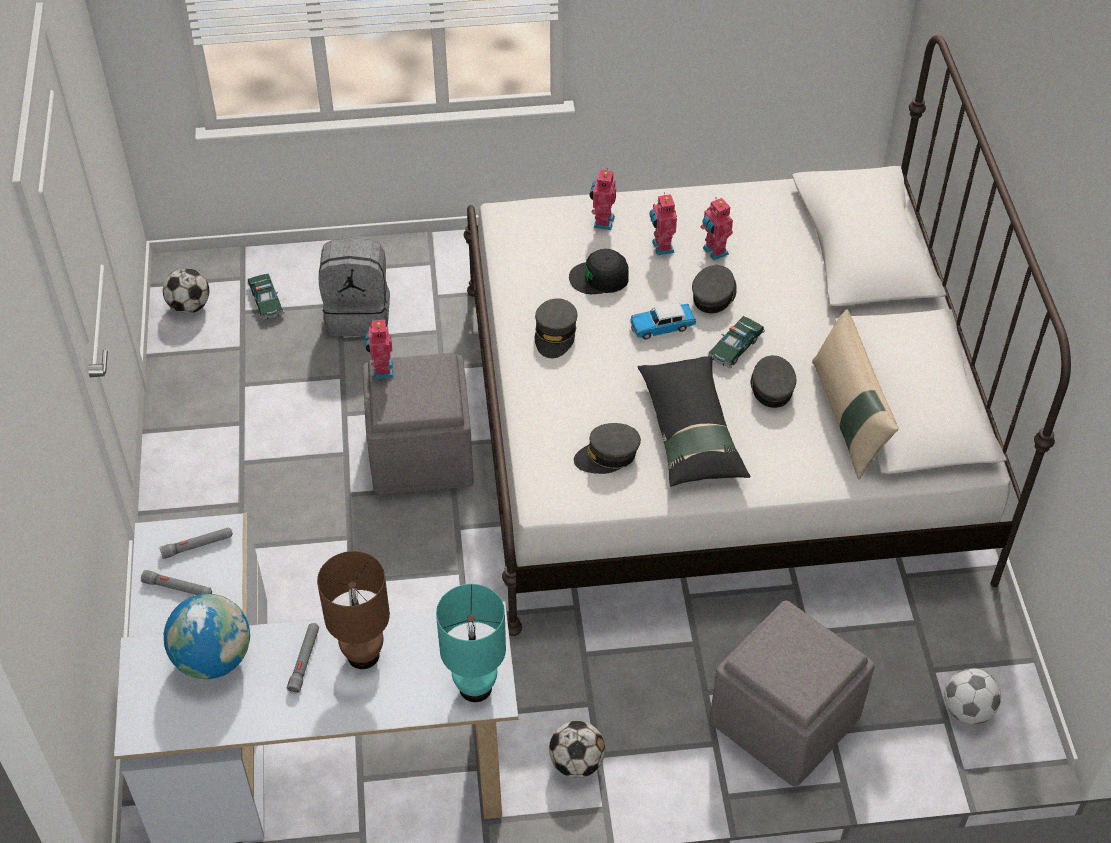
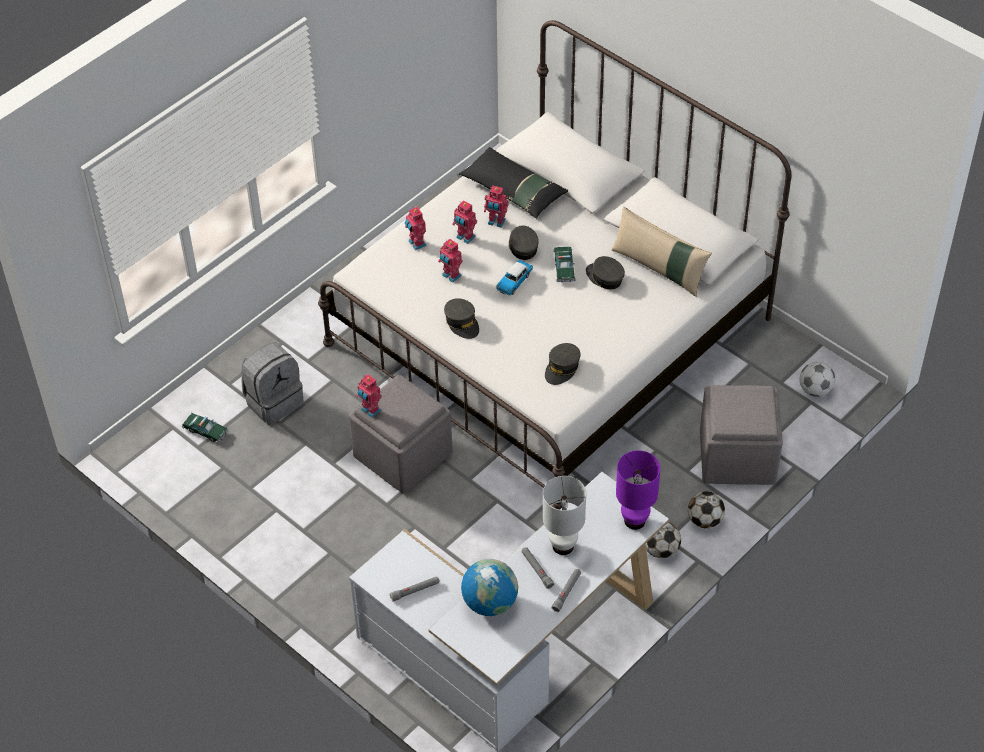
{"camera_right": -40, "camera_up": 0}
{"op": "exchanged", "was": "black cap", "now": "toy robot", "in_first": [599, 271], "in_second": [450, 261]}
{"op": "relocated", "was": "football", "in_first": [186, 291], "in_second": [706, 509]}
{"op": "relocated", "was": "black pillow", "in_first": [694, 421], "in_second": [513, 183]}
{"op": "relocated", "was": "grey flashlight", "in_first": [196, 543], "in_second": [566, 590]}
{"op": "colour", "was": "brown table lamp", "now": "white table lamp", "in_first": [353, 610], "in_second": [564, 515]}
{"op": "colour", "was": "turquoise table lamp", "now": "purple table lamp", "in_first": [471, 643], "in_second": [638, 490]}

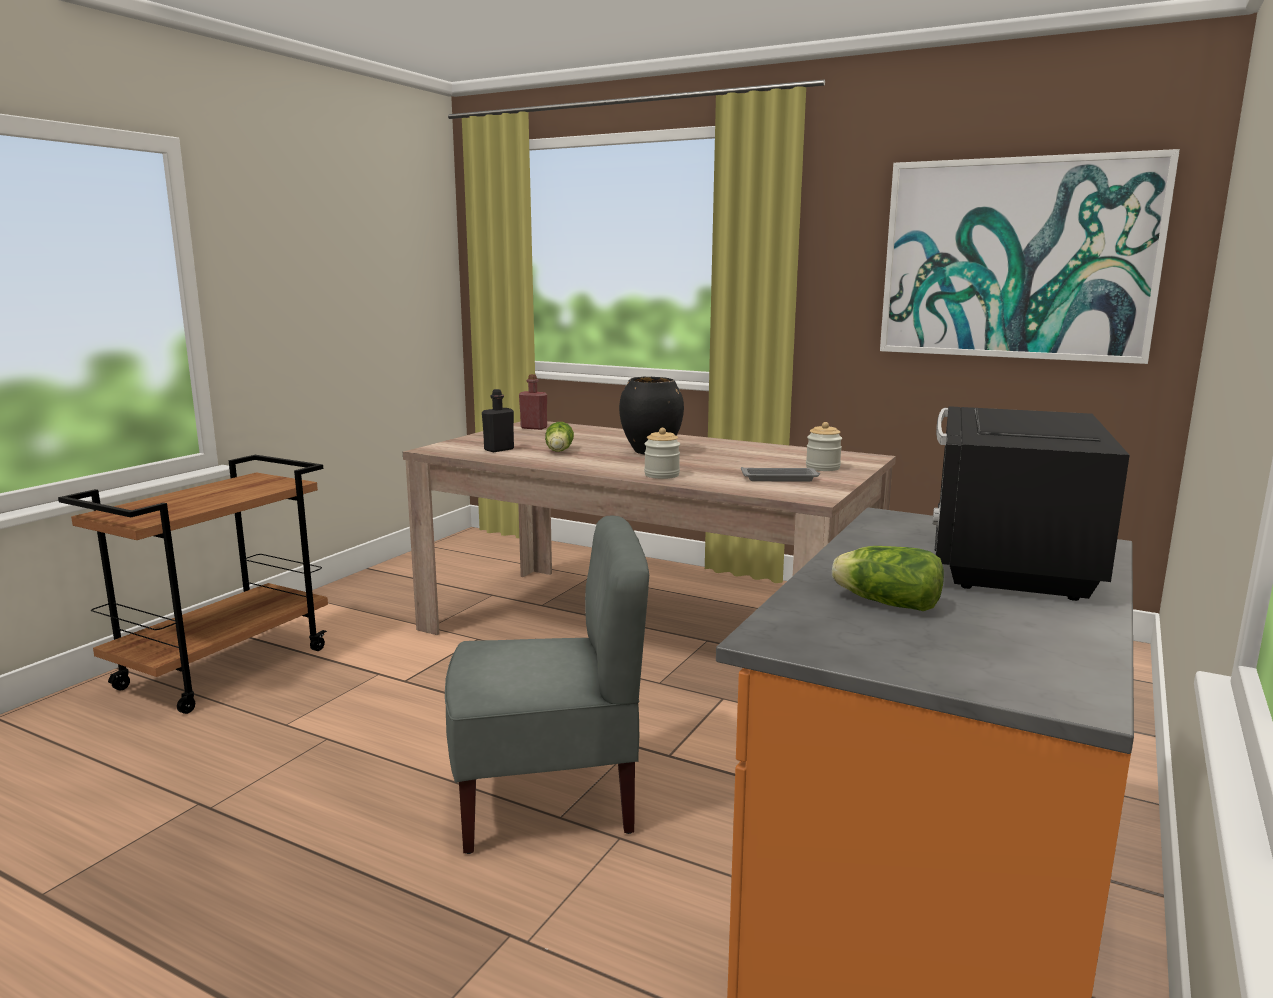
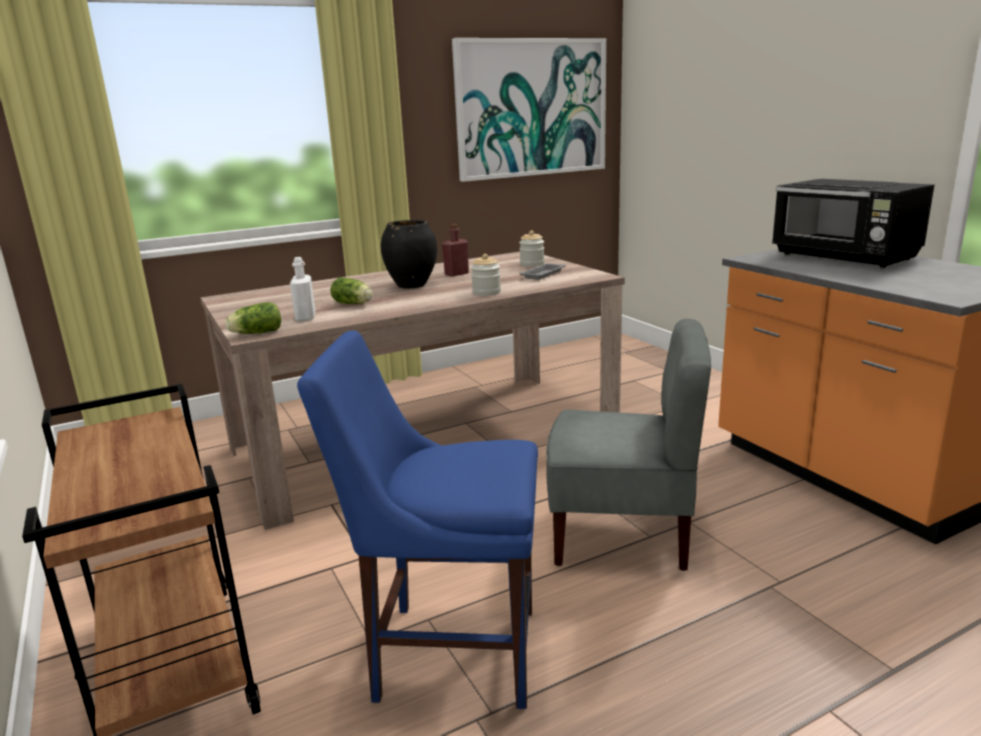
{"camera_right": -55, "camera_up": 5}
{"op": "relocated", "was": "red bottle", "in_first": [533, 402], "in_second": [455, 250]}
{"op": "colour", "was": "black bottle", "now": "white bottle", "in_first": [498, 420], "in_second": [303, 289]}
{"op": "spun", "was": "grey chair", "in_first": [547, 685], "in_second": [628, 445], "clockwise": 75}
{"op": "relocated", "was": "lettuce", "in_first": [888, 578], "in_second": [253, 318]}
{"op": "appeared", "now": "blue chair", "in_second": [417, 520]}

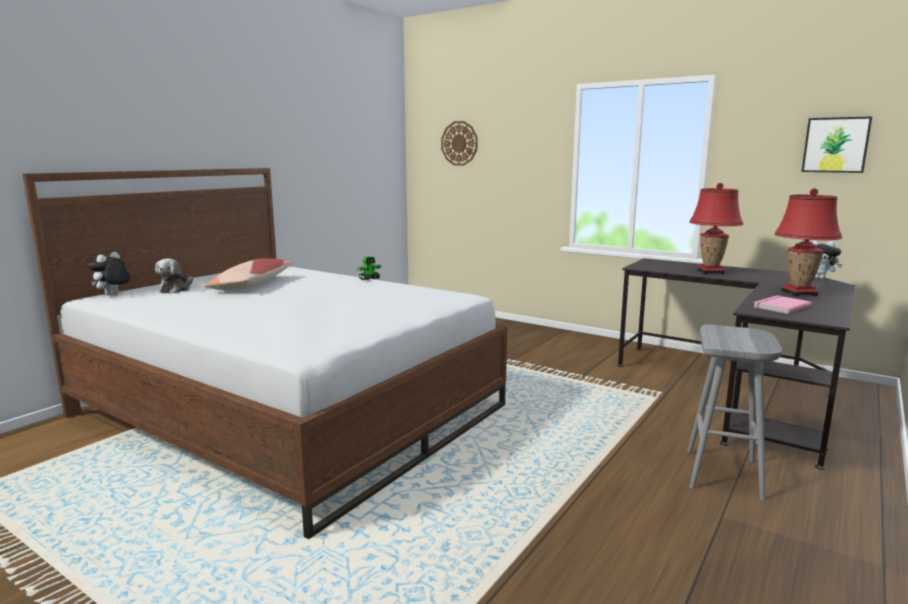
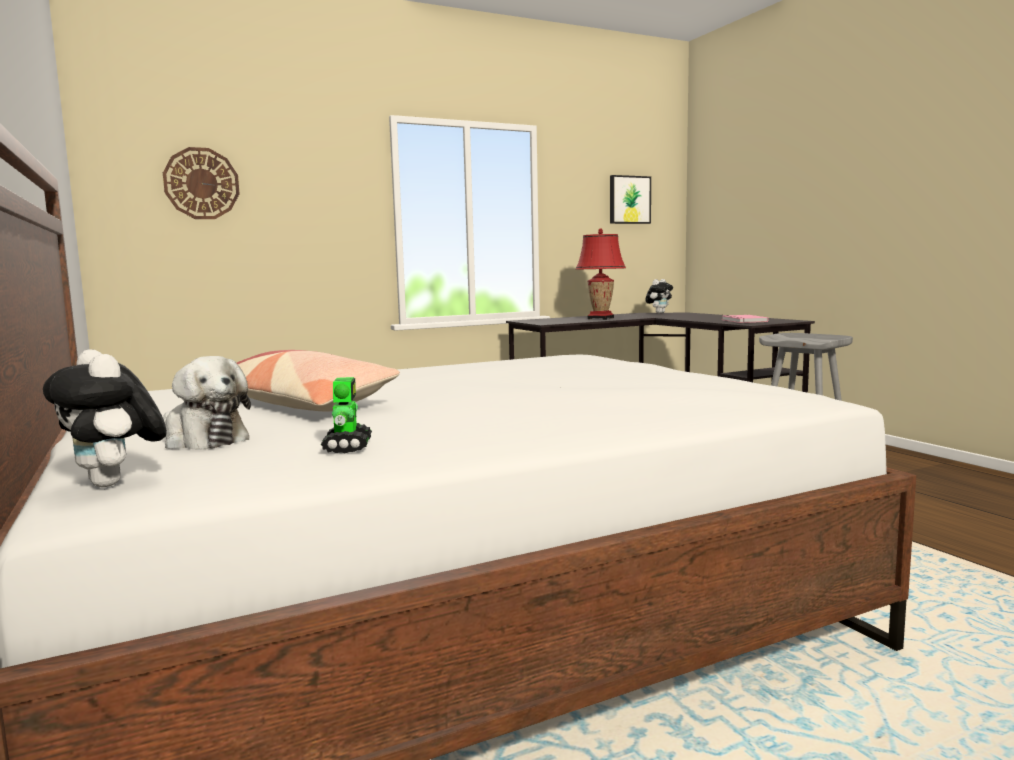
{"camera_right": -60, "camera_up": -5}
{"op": "missing", "was": "red table lamp", "in_first": [808, 242]}
{"op": "relocated", "was": "toy robot", "in_first": [369, 268], "in_second": [346, 415]}

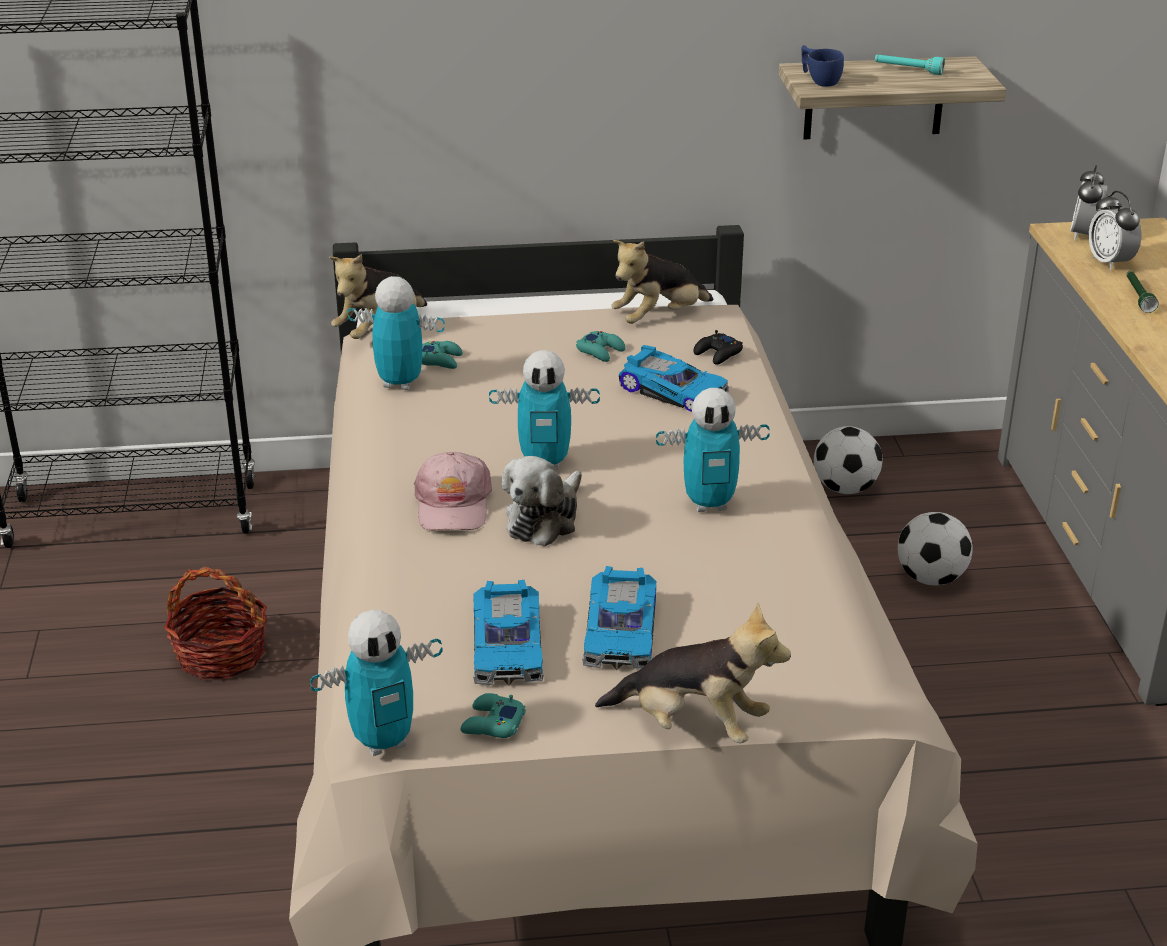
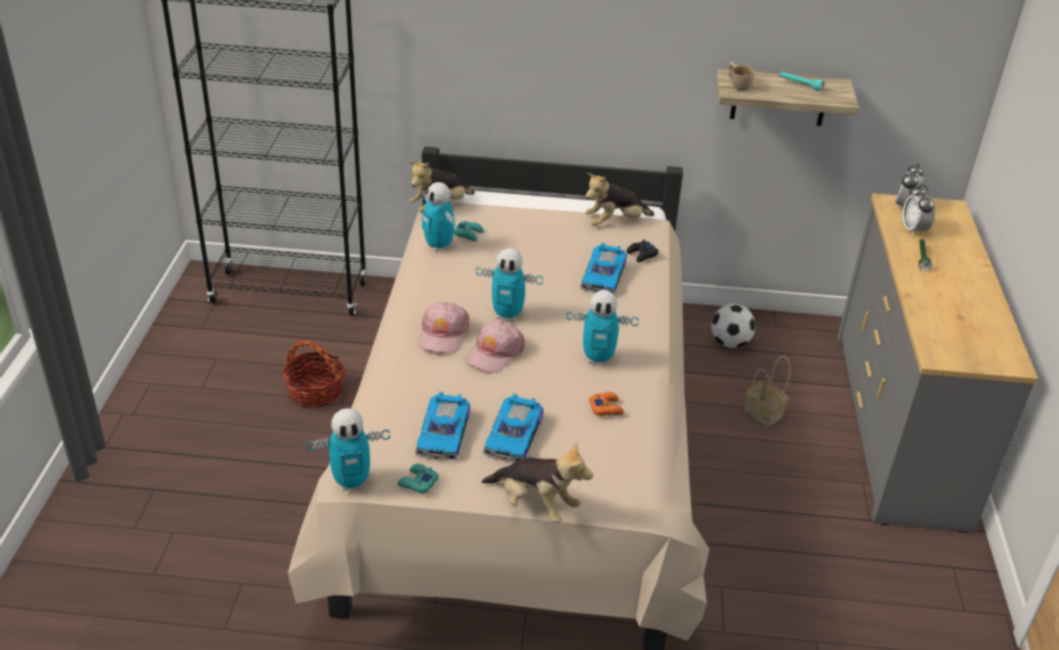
{"camera_right": 10, "camera_up": 5}
{"op": "colour", "was": "blue cup", "now": "beige cup", "in_first": [823, 66], "in_second": [741, 76]}
{"op": "spun", "was": "toy robot", "in_first": [396, 333], "in_second": [439, 217], "clockwise": -150}
{"op": "missing", "was": "turquoise game controller", "in_first": [601, 346]}
{"op": "spun", "was": "toy car", "in_first": [674, 378], "in_second": [603, 268], "clockwise": 60}
{"op": "exchanged", "was": "plush toy", "now": "pink cap", "in_first": [542, 501], "in_second": [495, 346]}
{"op": "exchanged", "was": "football", "now": "basket", "in_first": [935, 548], "in_second": [767, 391]}
{"op": "appeared", "now": "orange game controller", "in_second": [606, 404]}

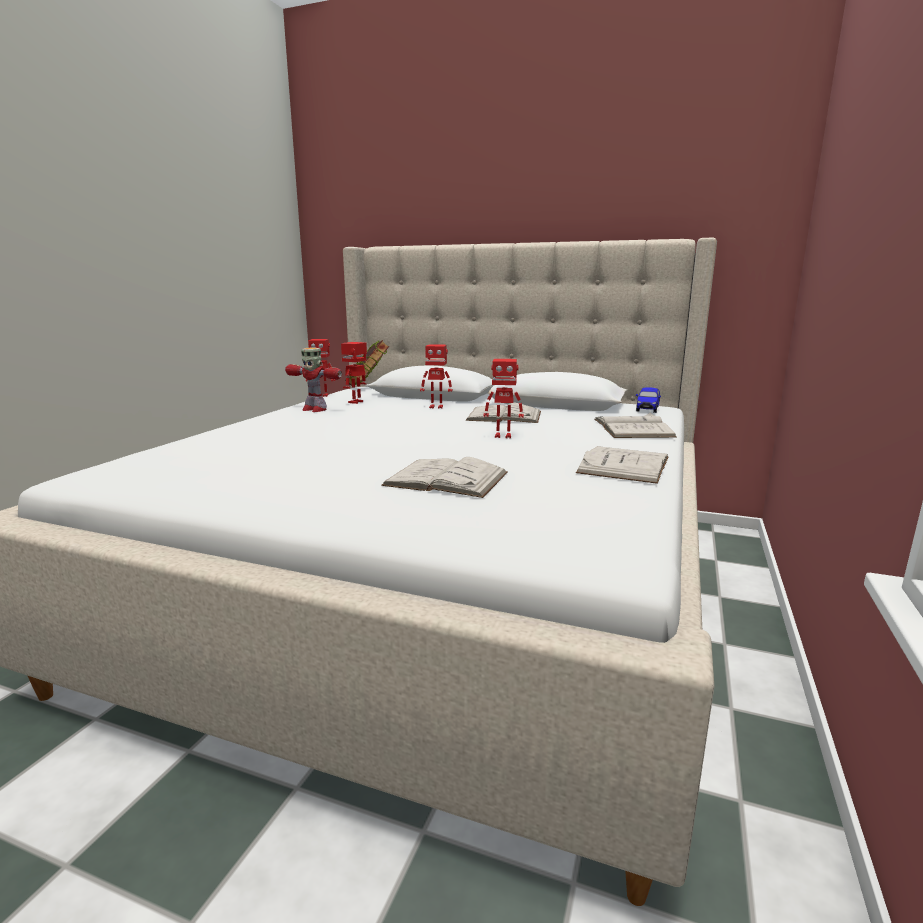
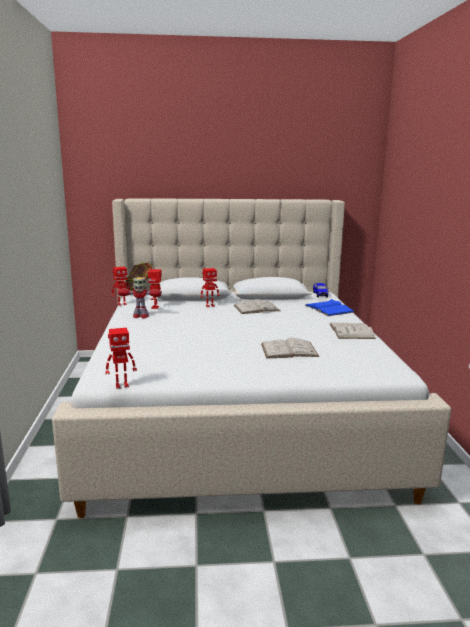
{"camera_right": -25, "camera_up": 0}
{"op": "relocated", "was": "toy robot", "in_first": [503, 398], "in_second": [121, 358]}
{"op": "colour", "was": "white book", "now": "blue book", "in_first": [635, 425], "in_second": [329, 307]}

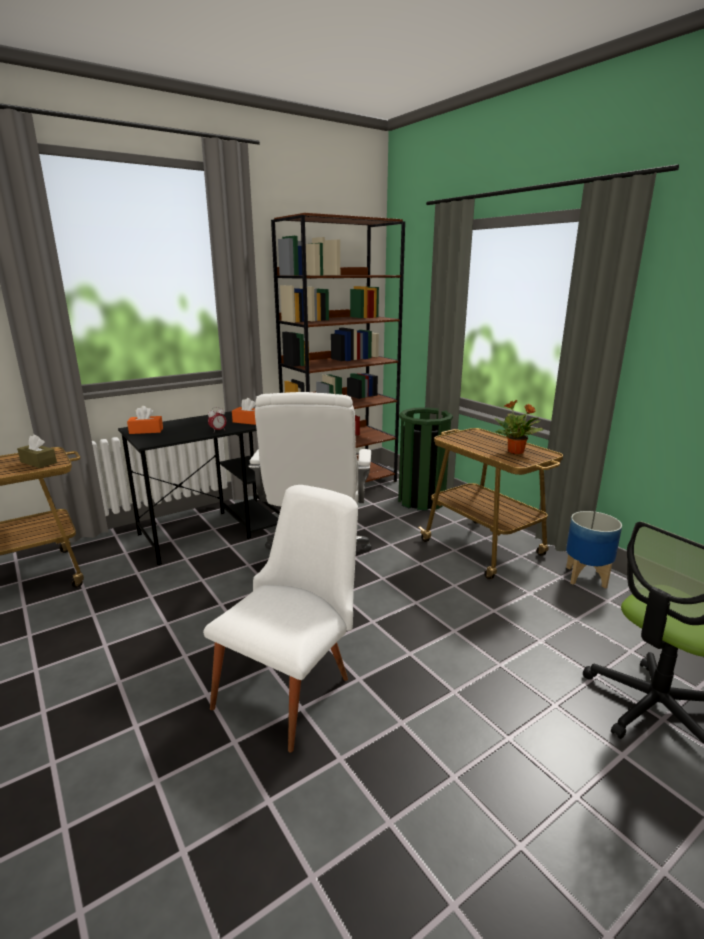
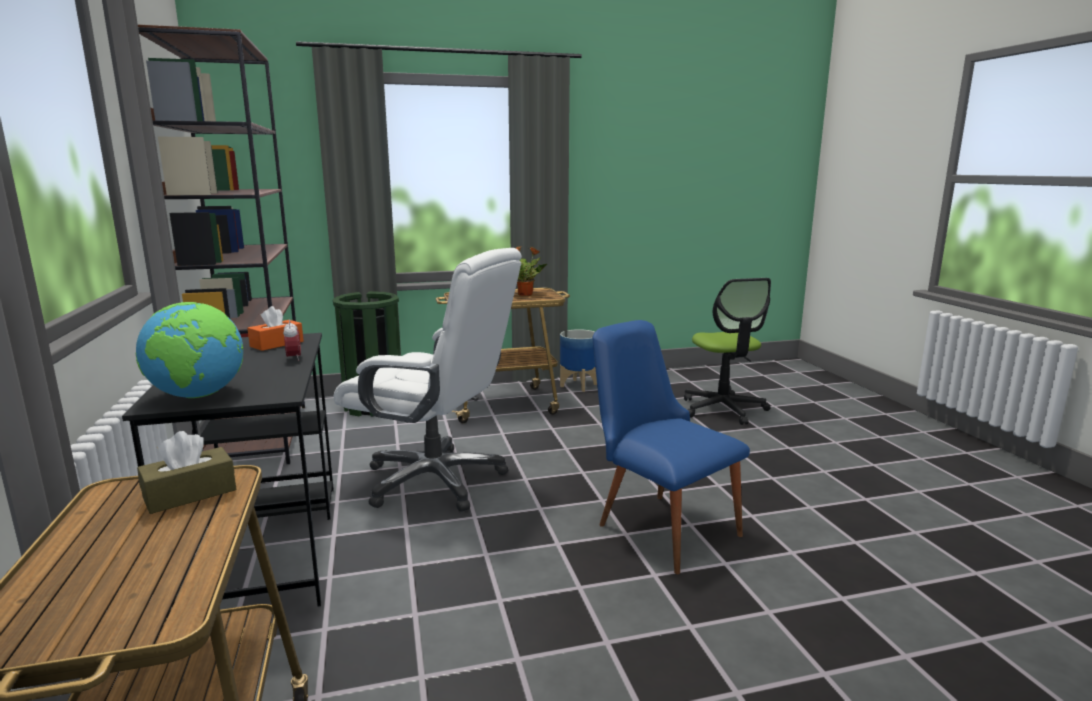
{"camera_right": -70, "camera_up": -5}
{"op": "exchanged", "was": "orange tissue box", "now": "globe", "in_first": [145, 420], "in_second": [189, 350]}
{"op": "colour", "was": "white chair", "now": "blue chair", "in_first": [280, 619], "in_second": [671, 447]}

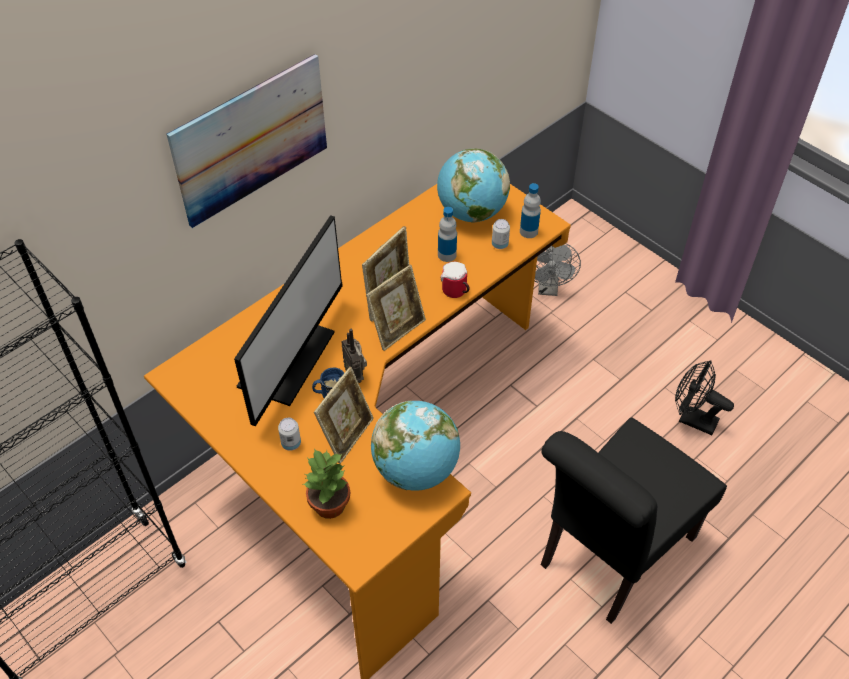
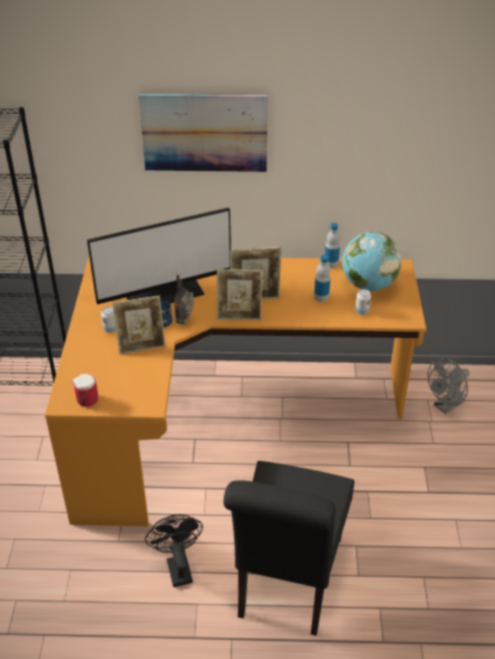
{"camera_right": 45, "camera_up": -10}
{"op": "relocated", "was": "bottle", "in_first": [530, 210], "in_second": [332, 246]}
{"op": "relocated", "was": "mug", "in_first": [455, 280], "in_second": [85, 390]}
{"op": "relocated", "was": "black fan", "in_first": [704, 397], "in_second": [174, 550]}
{"op": "missing", "was": "globe", "in_first": [415, 445]}
{"op": "spun", "was": "black chair", "in_first": [634, 520], "in_second": [289, 548], "clockwise": -75}
{"op": "missing", "was": "potted plant", "in_first": [326, 484]}

